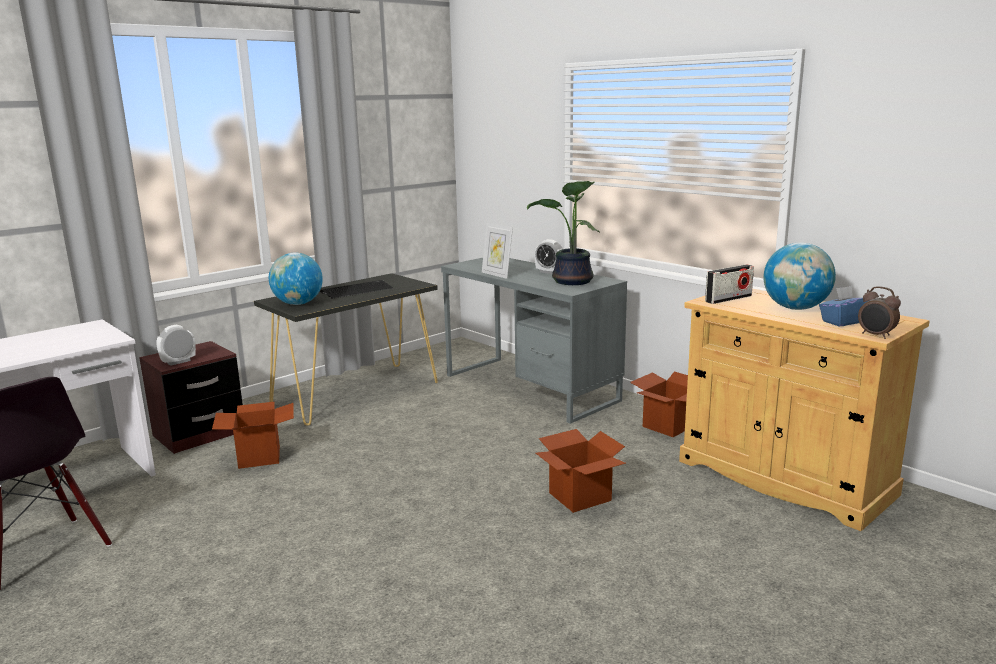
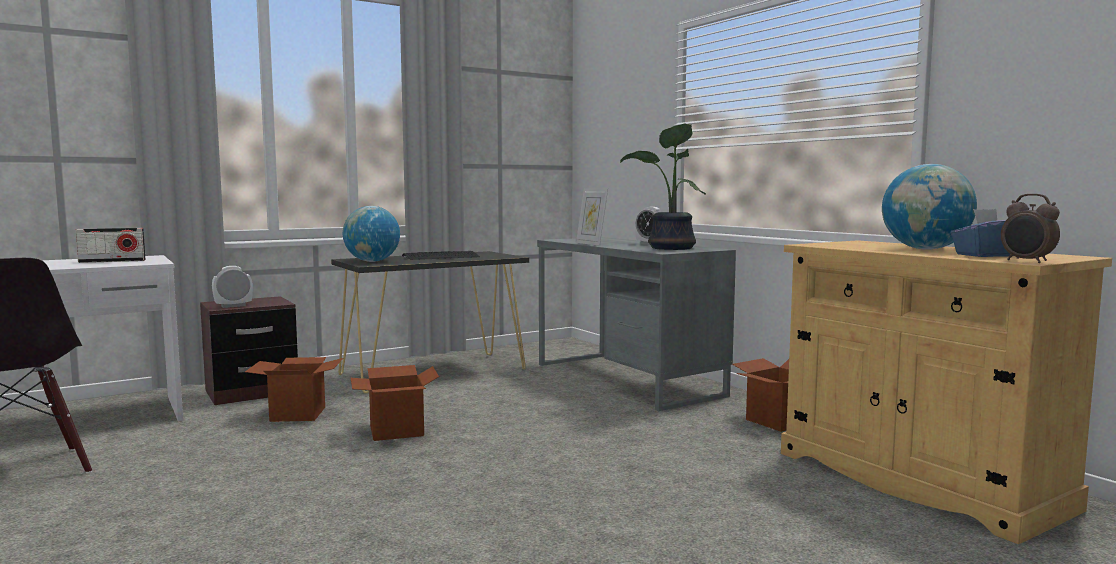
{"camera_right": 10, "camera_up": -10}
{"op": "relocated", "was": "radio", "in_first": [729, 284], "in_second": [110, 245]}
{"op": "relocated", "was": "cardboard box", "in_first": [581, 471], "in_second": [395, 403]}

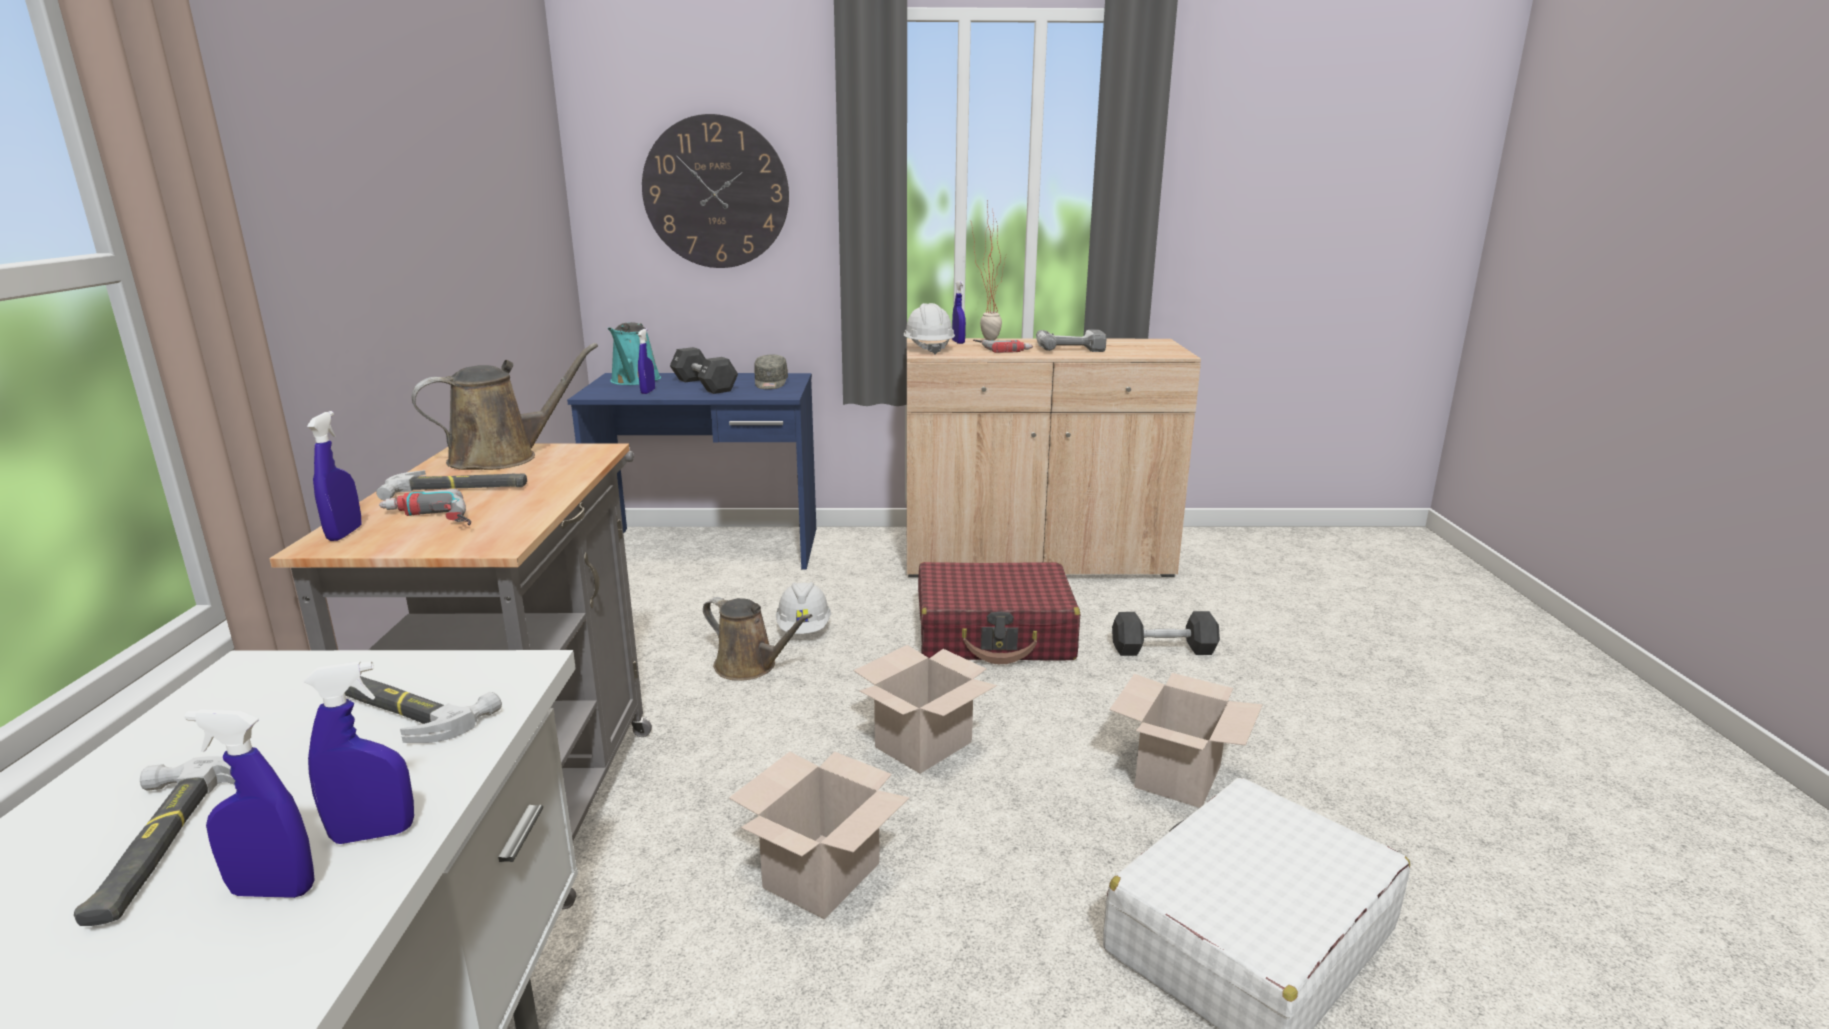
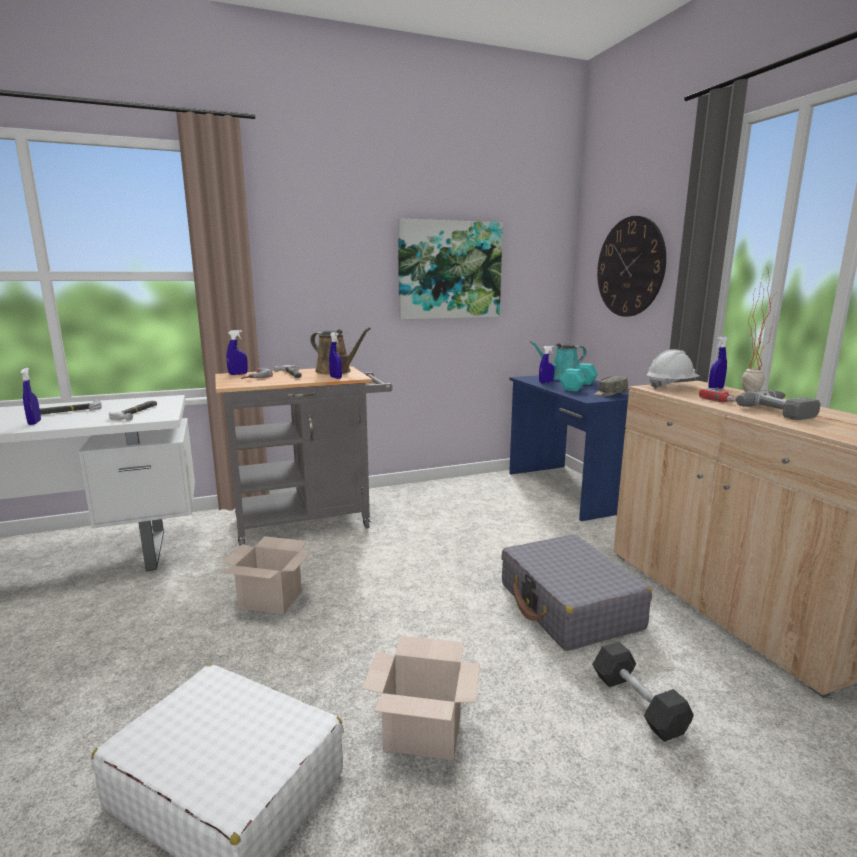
{"camera_right": 70, "camera_up": -5}
{"op": "colour", "was": "black dumbbell", "now": "turquoise dumbbell", "in_first": [704, 370], "in_second": [579, 377]}
{"op": "colour", "was": "red suitcase", "now": "grey suitcase", "in_first": [999, 613], "in_second": [576, 592]}
{"op": "missing", "was": "white hard hat", "in_first": [803, 608]}
{"op": "missing", "was": "brown watering can", "in_first": [758, 639]}
{"op": "missing", "was": "cardboard box", "in_first": [925, 709]}
{"op": "relocated", "was": "blue spray bottle", "in_first": [359, 752], "in_second": [335, 355]}
{"op": "appeared", "now": "picture", "in_second": [450, 269]}

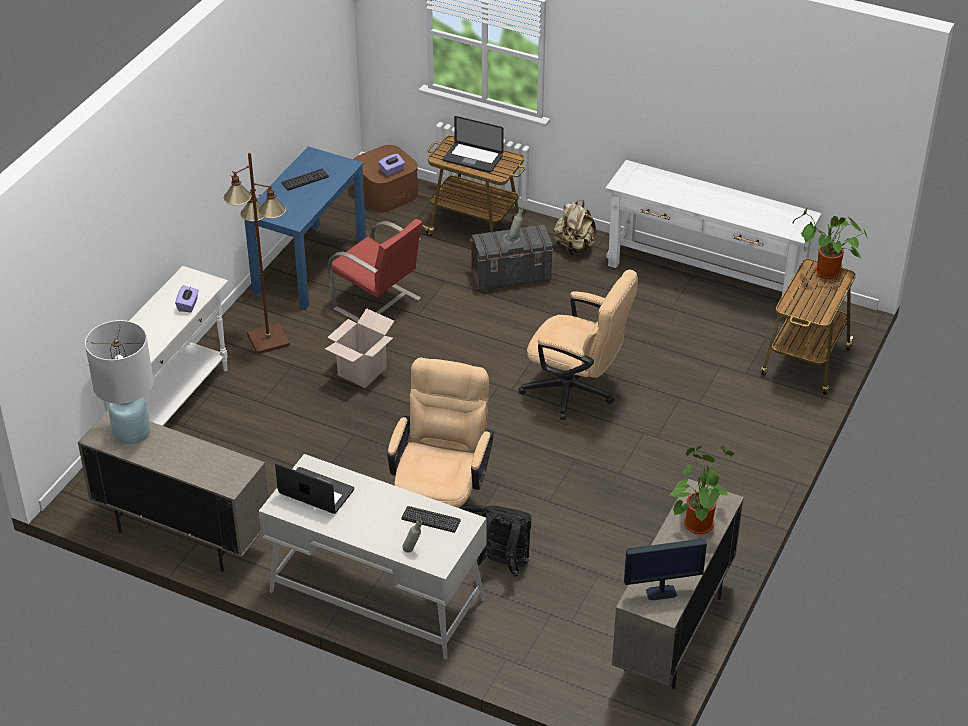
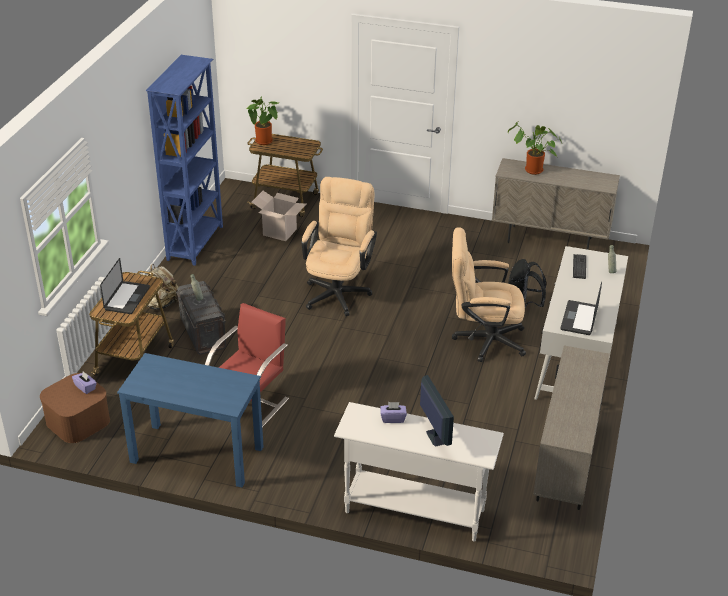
{"camera_right": -100, "camera_up": -5}
{"op": "missing", "was": "brown floor lamp", "in_first": [257, 254]}
{"op": "exchanged", "was": "white console table", "now": "blue bookcase", "in_first": [713, 237], "in_second": [184, 160]}
{"op": "missing", "was": "keyboard", "in_first": [305, 180]}
{"op": "relocated", "was": "cardboard box", "in_first": [359, 348], "in_second": [279, 216]}
{"op": "missing", "was": "white table lamp", "in_first": [119, 382]}
{"op": "relocated", "was": "monitor", "in_first": [665, 569], "in_second": [437, 411]}

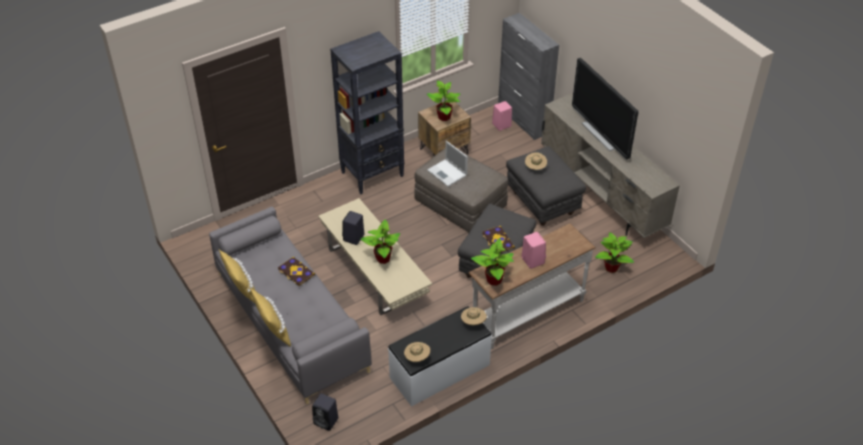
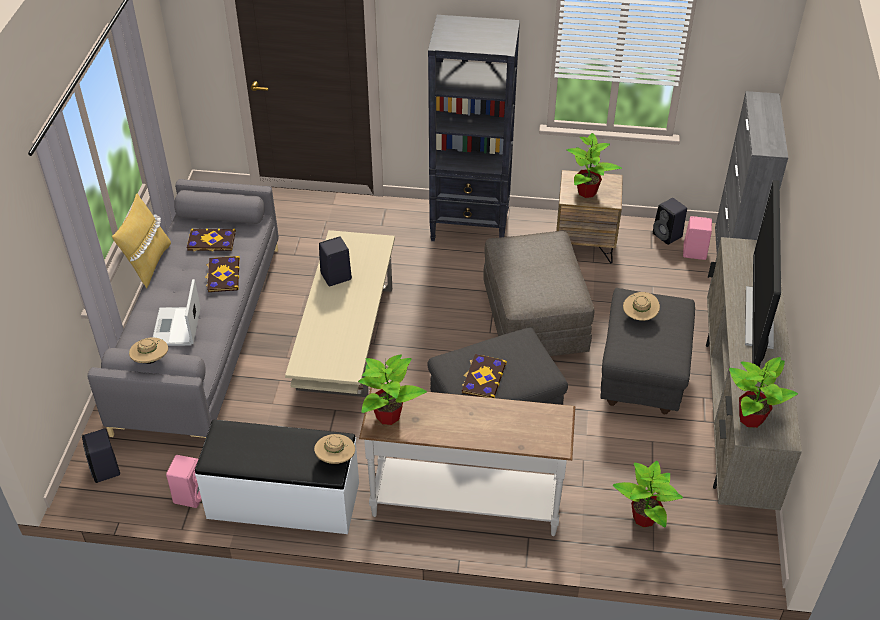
{"camera_right": 40, "camera_up": 0}
{"op": "relocated", "was": "laptop", "in_first": [447, 164], "in_second": [177, 312]}
{"op": "relocated", "was": "potted plant", "in_first": [380, 242], "in_second": [763, 392]}
{"op": "relocated", "was": "pink speaker", "in_first": [533, 250], "in_second": [184, 481]}
{"op": "missing", "was": "yellow pillow", "in_first": [270, 317]}
{"op": "relocated", "was": "beige hat", "in_first": [417, 352], "in_second": [148, 351]}
{"op": "appeared", "now": "black speaker", "in_second": [670, 221]}
{"op": "appeared", "now": "book", "in_second": [211, 240]}

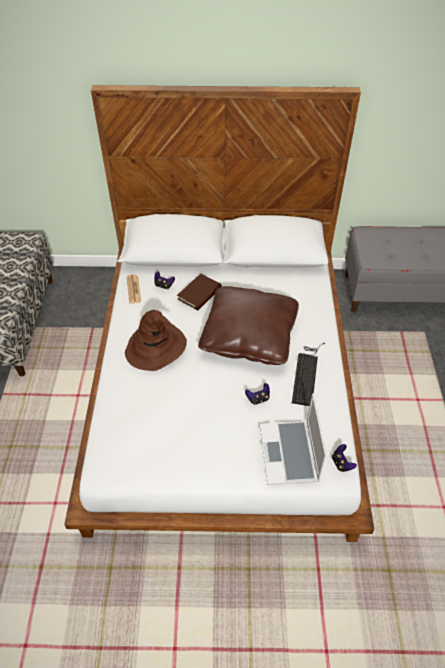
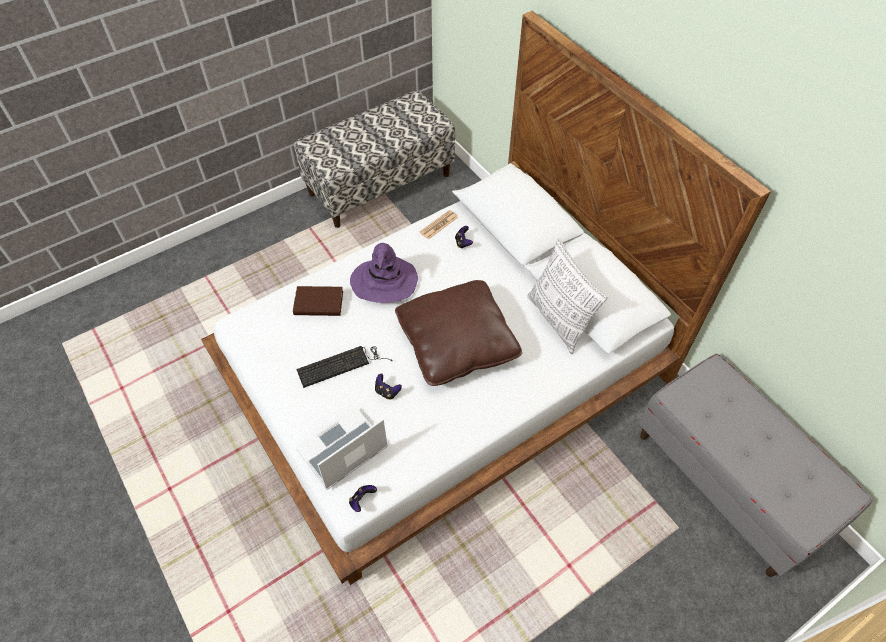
{"camera_right": 55, "camera_up": 5}
{"op": "relocated", "was": "brown book", "in_first": [199, 292], "in_second": [318, 301]}
{"op": "colour", "was": "brown hat", "now": "purple hat", "in_first": [156, 340], "in_second": [384, 273]}
{"op": "relocated", "was": "keyboard", "in_first": [308, 374], "in_second": [344, 367]}
{"op": "appeared", "now": "pillow", "in_second": [567, 296]}

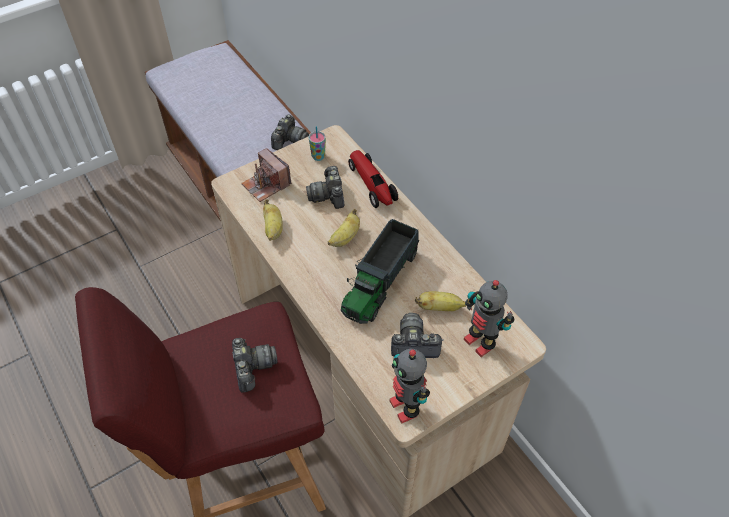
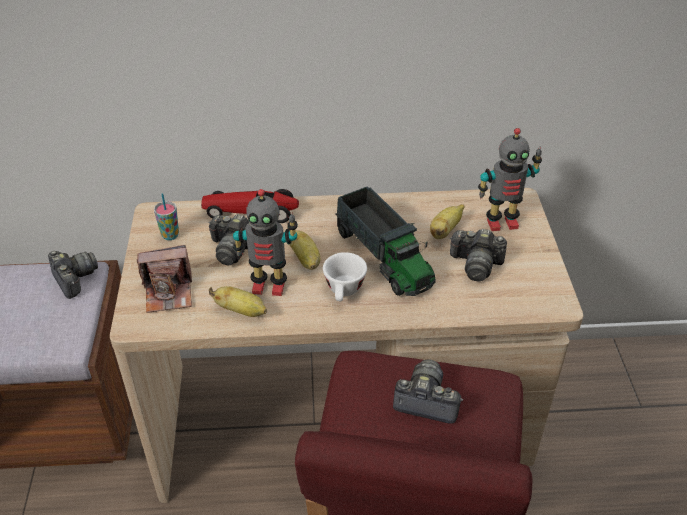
{"camera_right": -60, "camera_up": -10}
{"op": "spun", "was": "photo camera", "in_first": [417, 335], "in_second": [478, 255], "clockwise": -105}
{"op": "relocated", "was": "toy robot", "in_first": [409, 386], "in_second": [265, 242]}
{"op": "appeared", "now": "white cup", "in_second": [345, 276]}

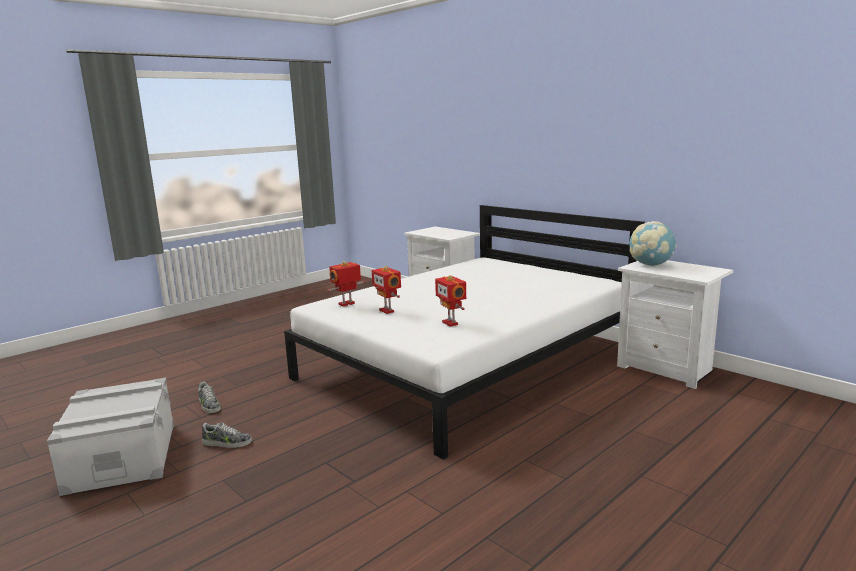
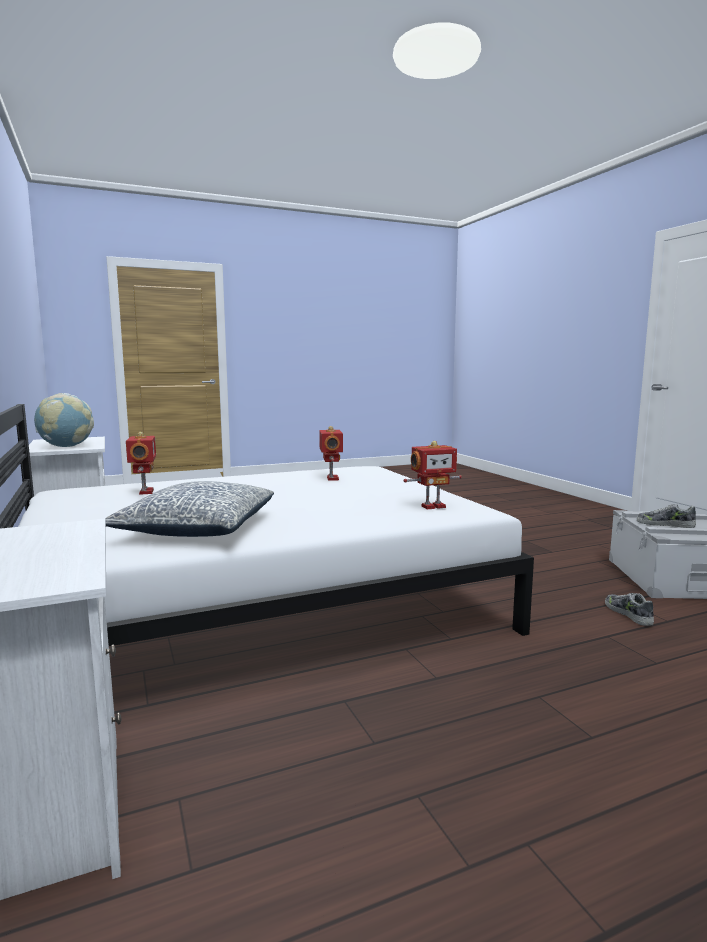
{"camera_right": -160, "camera_up": -5}
{"op": "relocated", "was": "toy robot", "in_first": [386, 290], "in_second": [141, 463]}
{"op": "relocated", "was": "shoe", "in_first": [227, 435], "in_second": [666, 516]}
{"op": "appeared", "now": "pillow", "in_second": [189, 509]}

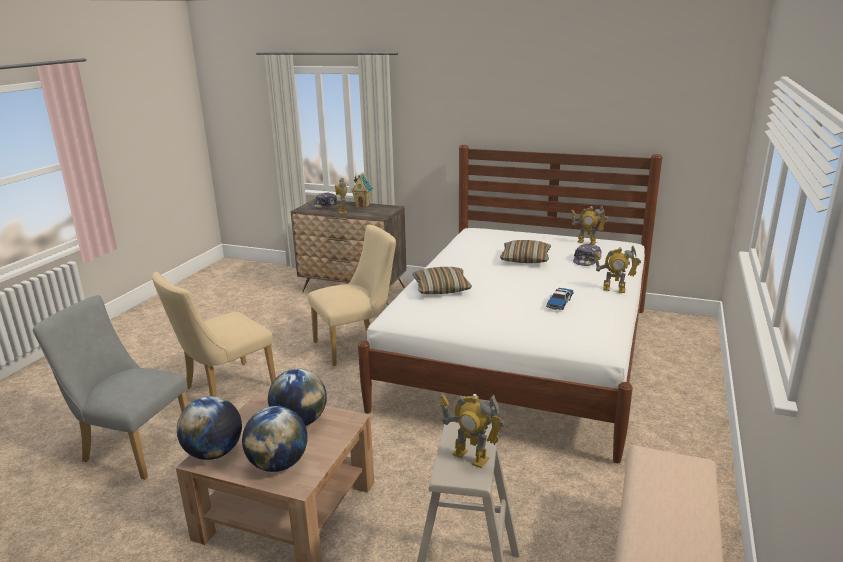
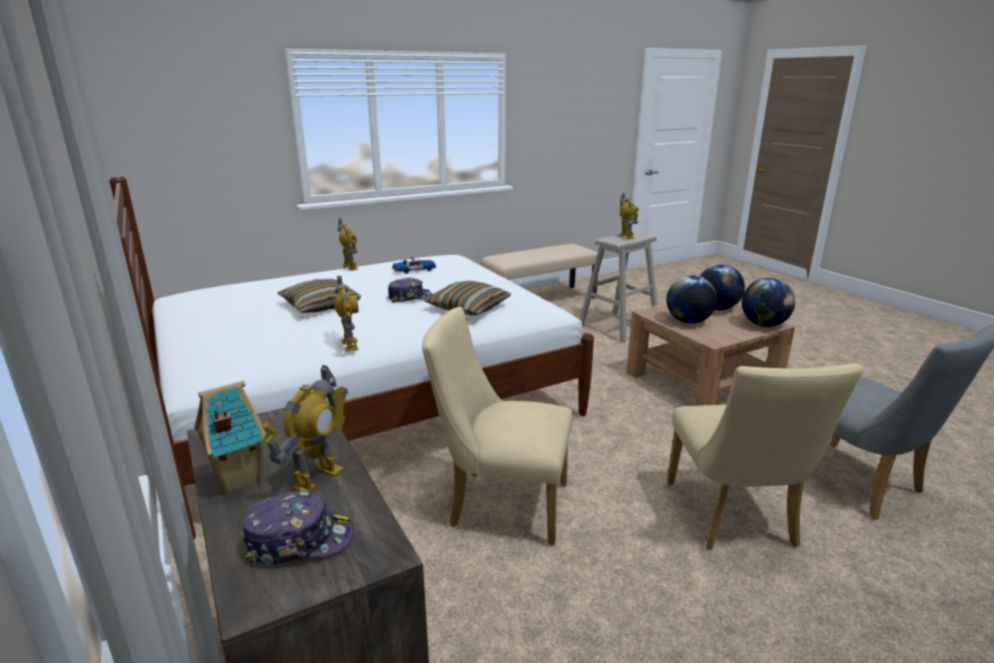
{"camera_right": -140, "camera_up": 0}
{"op": "relocated", "was": "toy robot", "in_first": [589, 225], "in_second": [346, 314]}
{"op": "relocated", "was": "cap", "in_first": [587, 254], "in_second": [410, 290]}
{"op": "spun", "was": "beige chair", "in_first": [214, 334], "in_second": [765, 456], "clockwise": 90}

